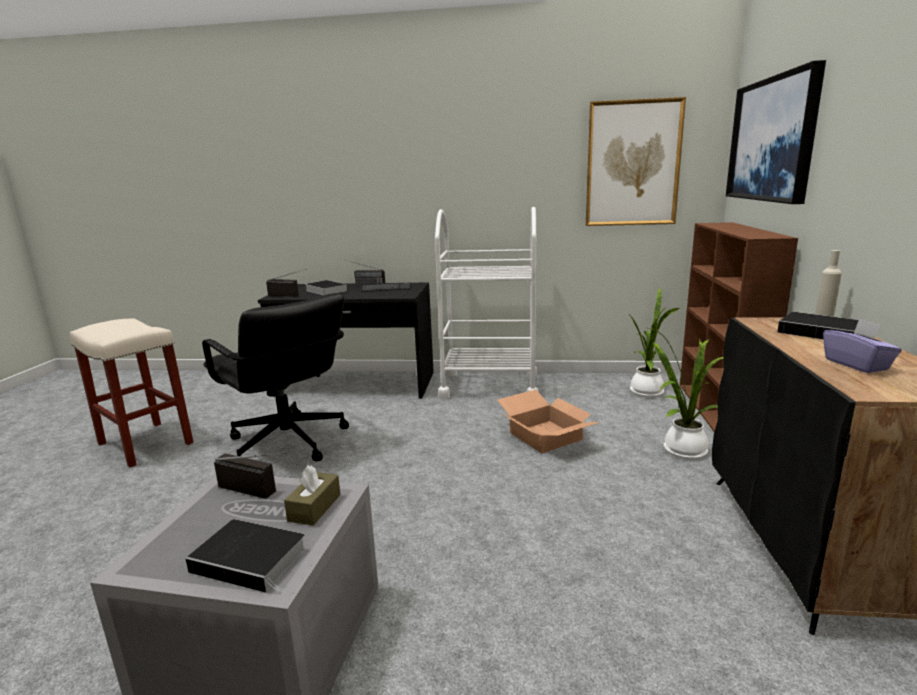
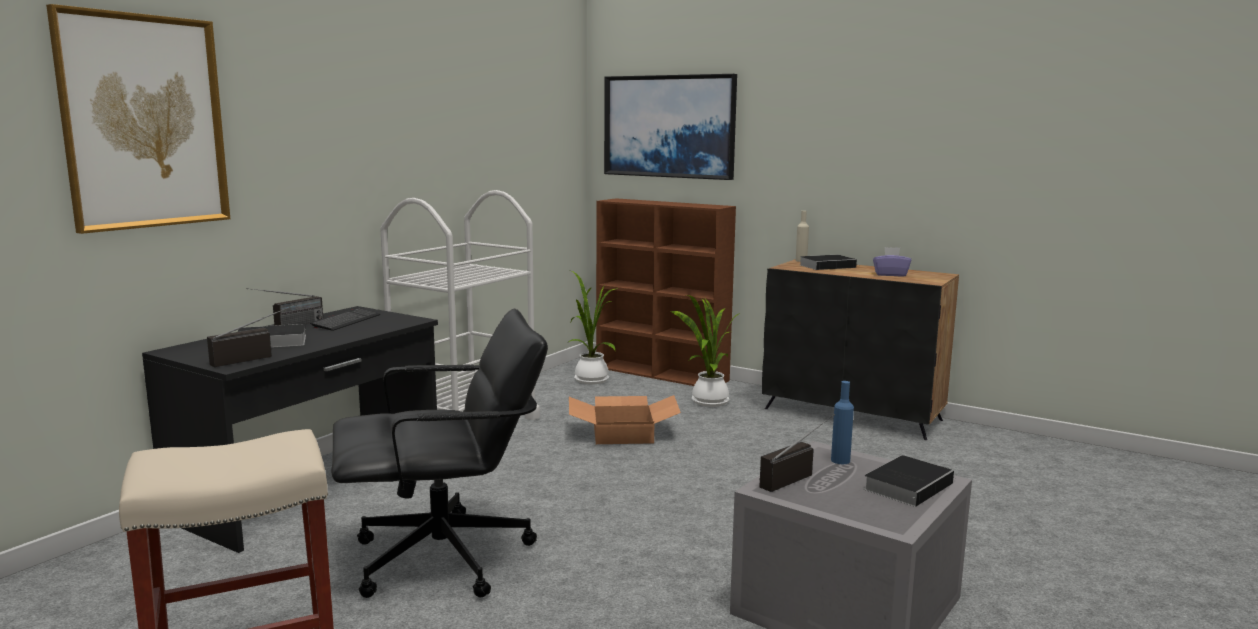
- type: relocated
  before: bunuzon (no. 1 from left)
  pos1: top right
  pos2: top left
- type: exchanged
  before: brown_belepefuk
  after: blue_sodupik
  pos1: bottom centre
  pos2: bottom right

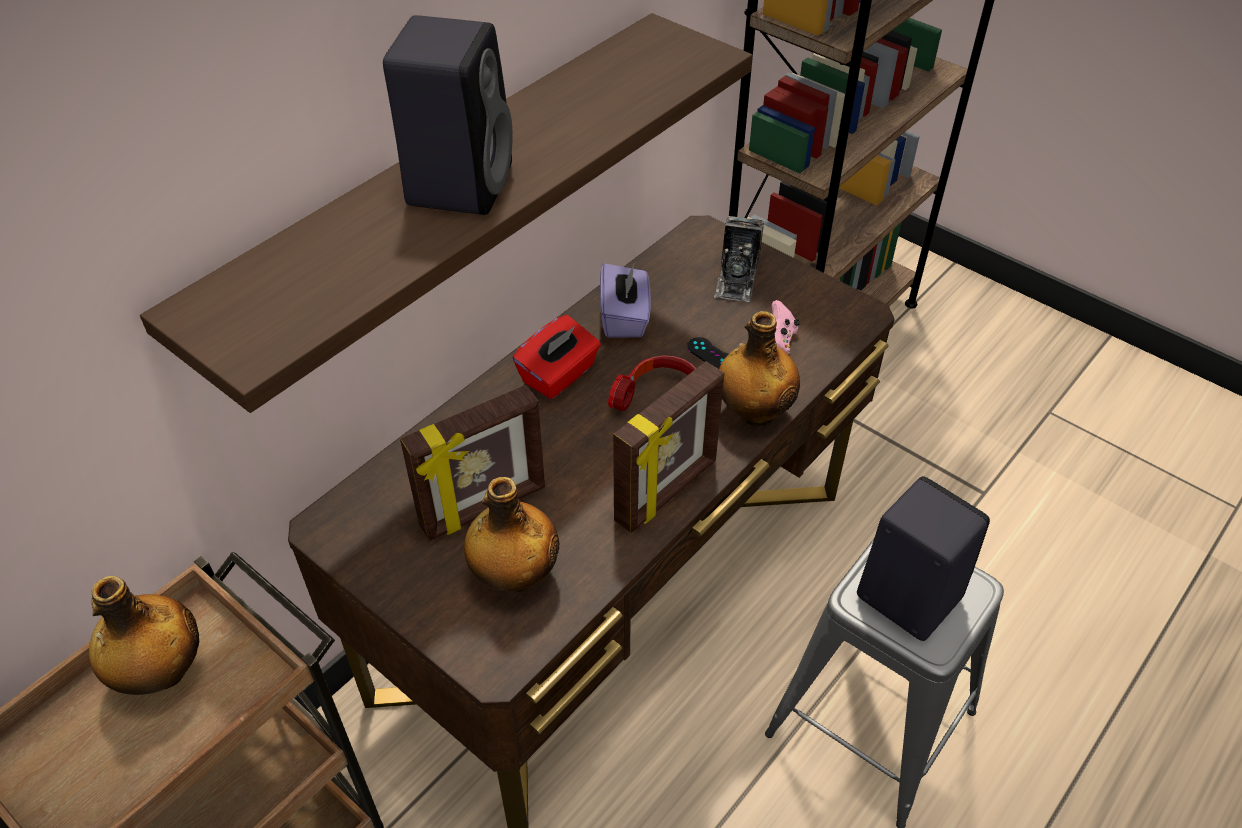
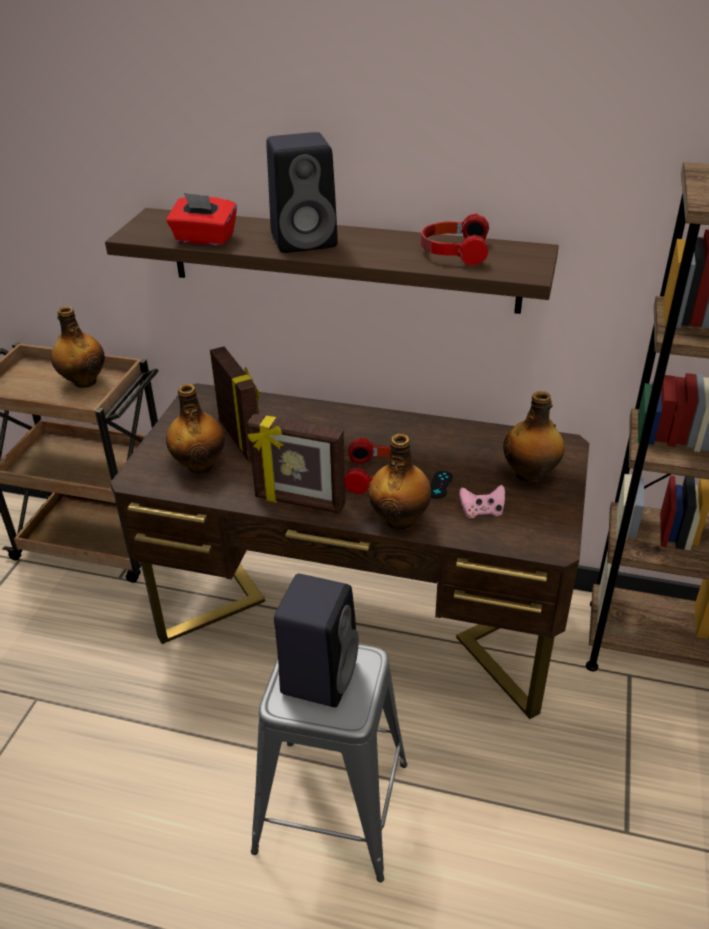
- type: relocated
  before: red_belepefuk
  pos1: centre
  pos2: top left
- type: spun
  before: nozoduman (no. 1 from left)
  pos1: centre
  pos2: middle left
  turn: -150
- type: appeared
  after: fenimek (no. 2 from left)
  pos2: top centre
- type: exchanged
  before: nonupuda
  after: sodupik (no. 4 from left)
  pos1: top centre
  pos2: middle right
- type: missing
  before: purple_belepefuk
  pos1: centre

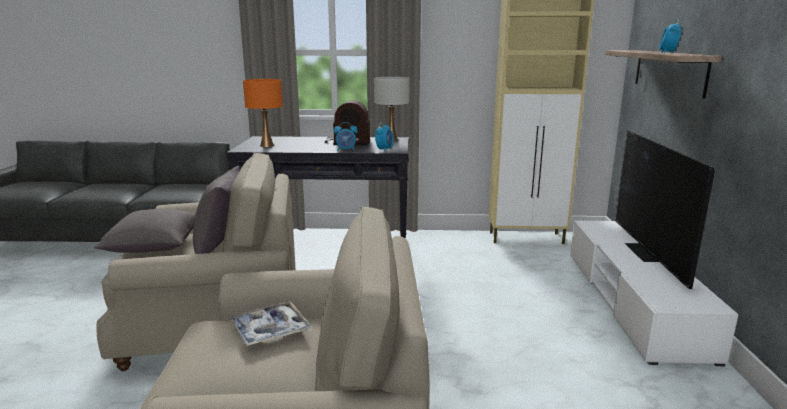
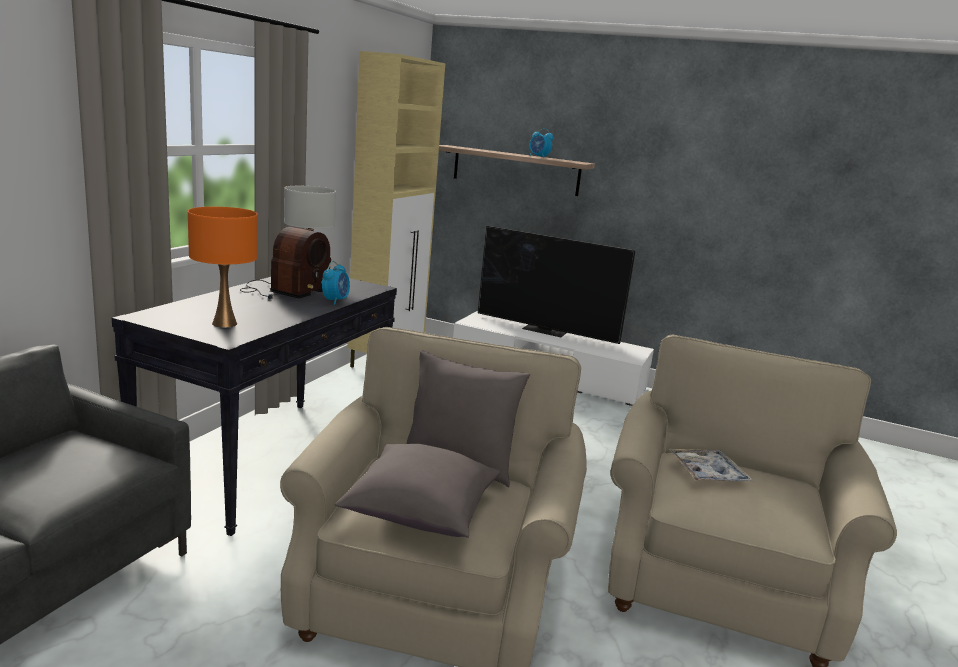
- type: missing
  before: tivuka (no. 2 from left)
  pos1: centre

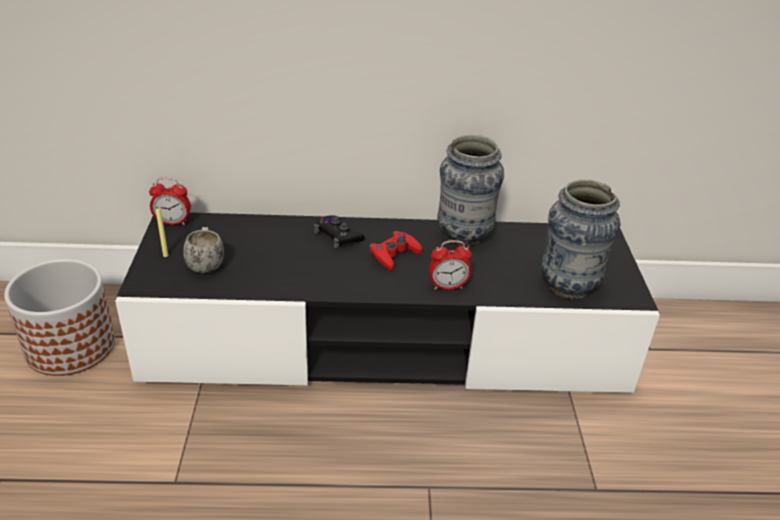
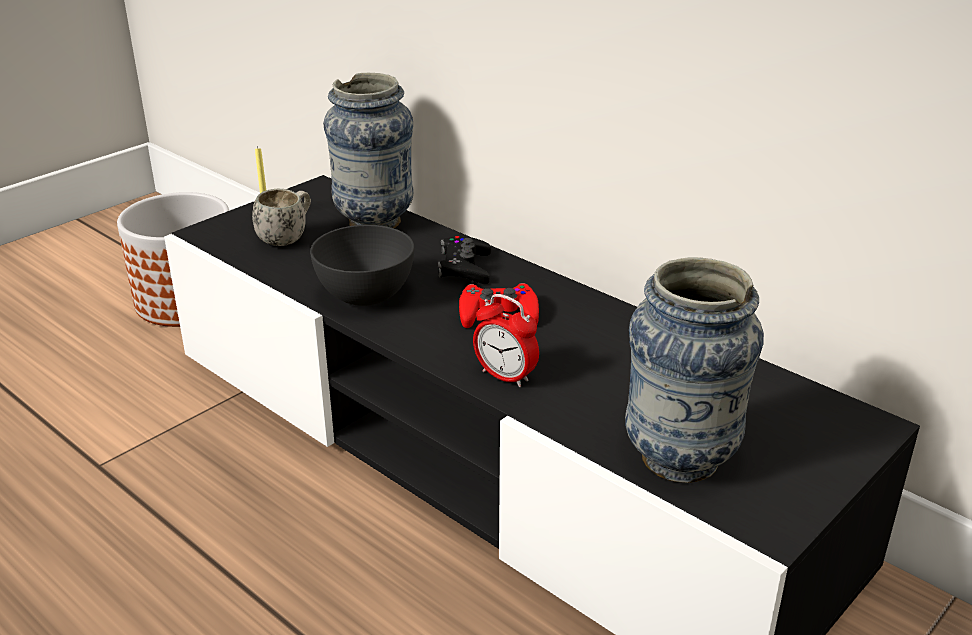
- type: appeared
  after: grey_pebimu
  pos2: centre
- type: relocated
  before: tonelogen (no. 1 from left)
  pos1: centre
  pos2: top centre
- type: missing
  before: tivuka (no. 1 from left)
  pos1: middle left

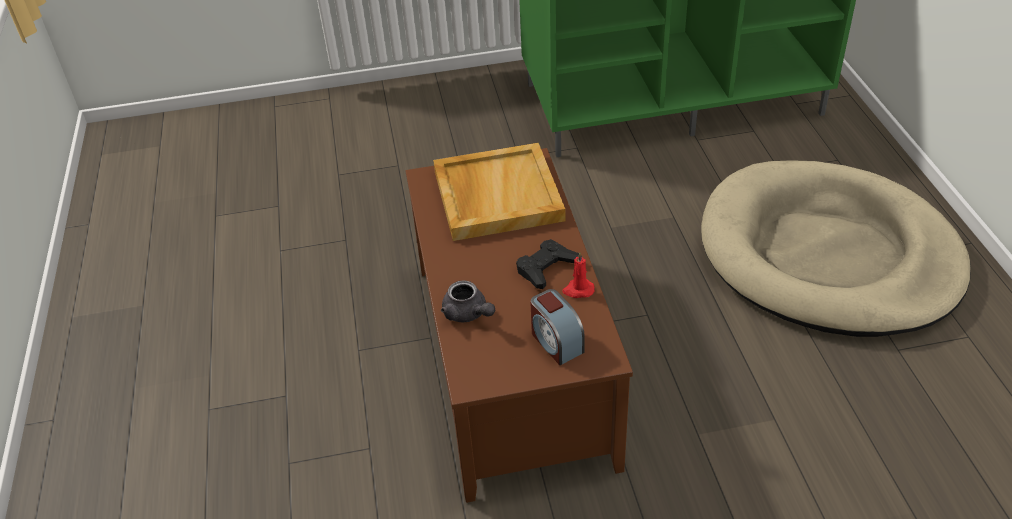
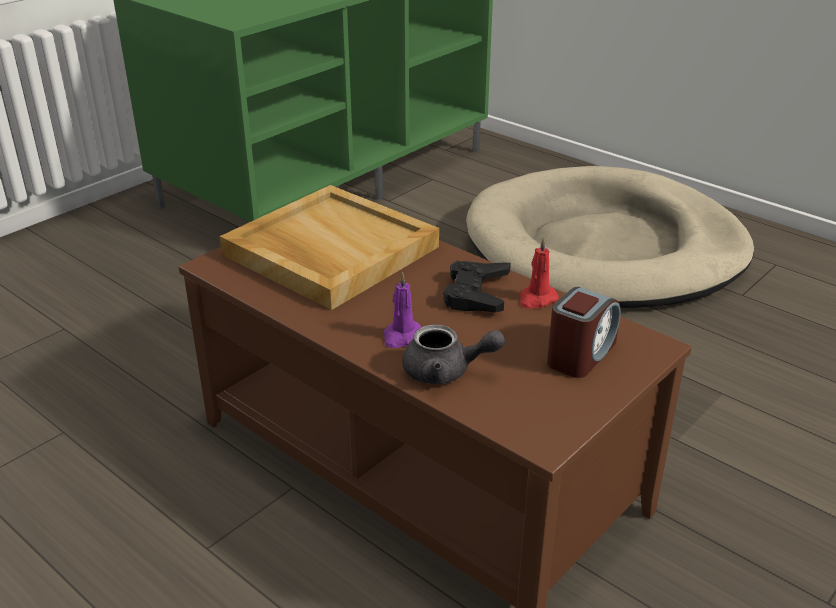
- type: appeared
  after: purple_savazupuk
  pos2: centre
- type: spun
  before: tivuka
  pos1: centre
  pos2: middle right
  turn: -75

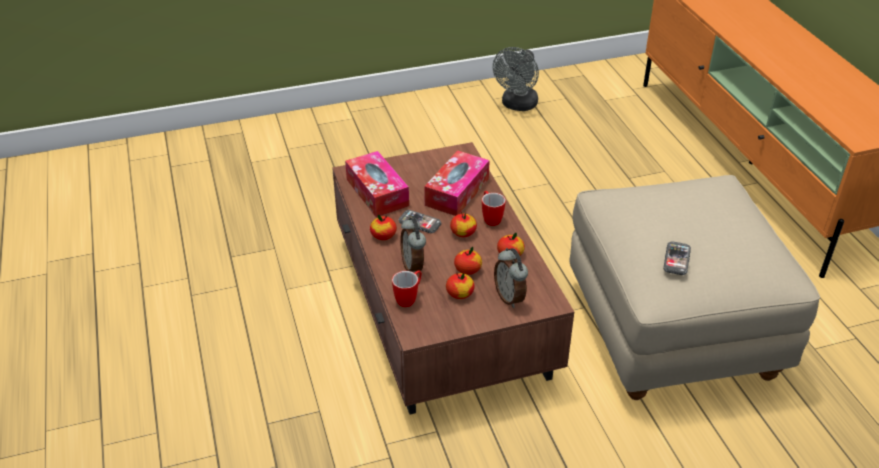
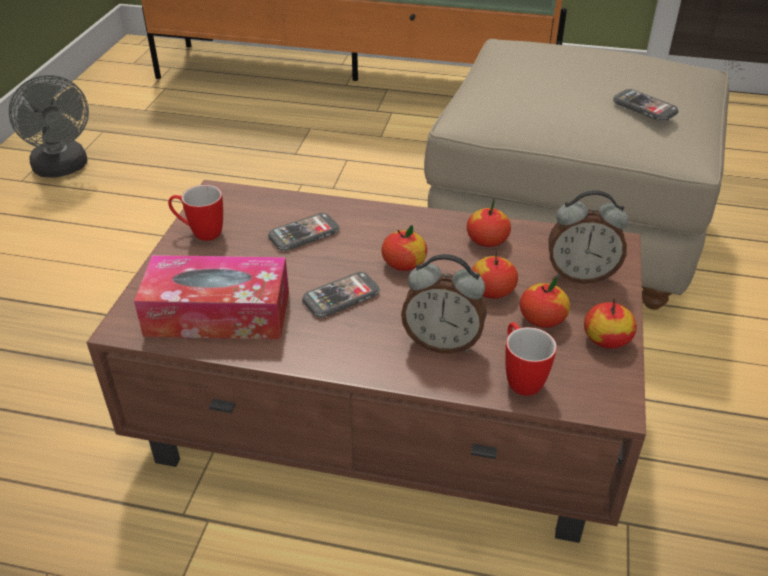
- type: relocated
  before: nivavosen (no. 2 from left in the first image)
  after: nivavosen (no. 1 from left)
  pos1: centre
  pos2: middle left
- type: exchanged
  before: belepefuk (no. 2 from left)
  after: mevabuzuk (no. 1 from left)
  pos1: centre
  pos2: centre
- type: relocated
  before: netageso (no. 1 from left in the first image)
  after: netageso (no. 5 from left)
  pos1: centre
  pos2: middle right

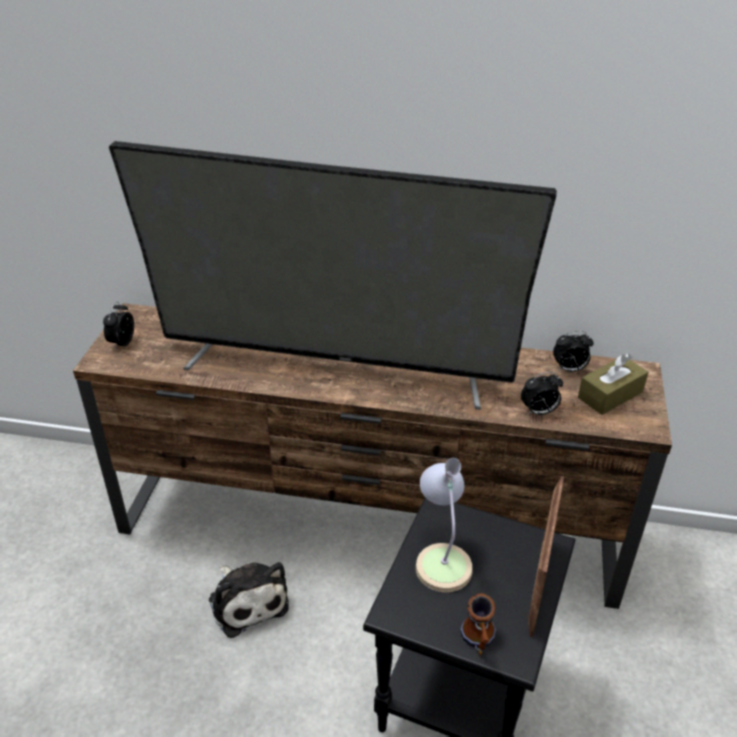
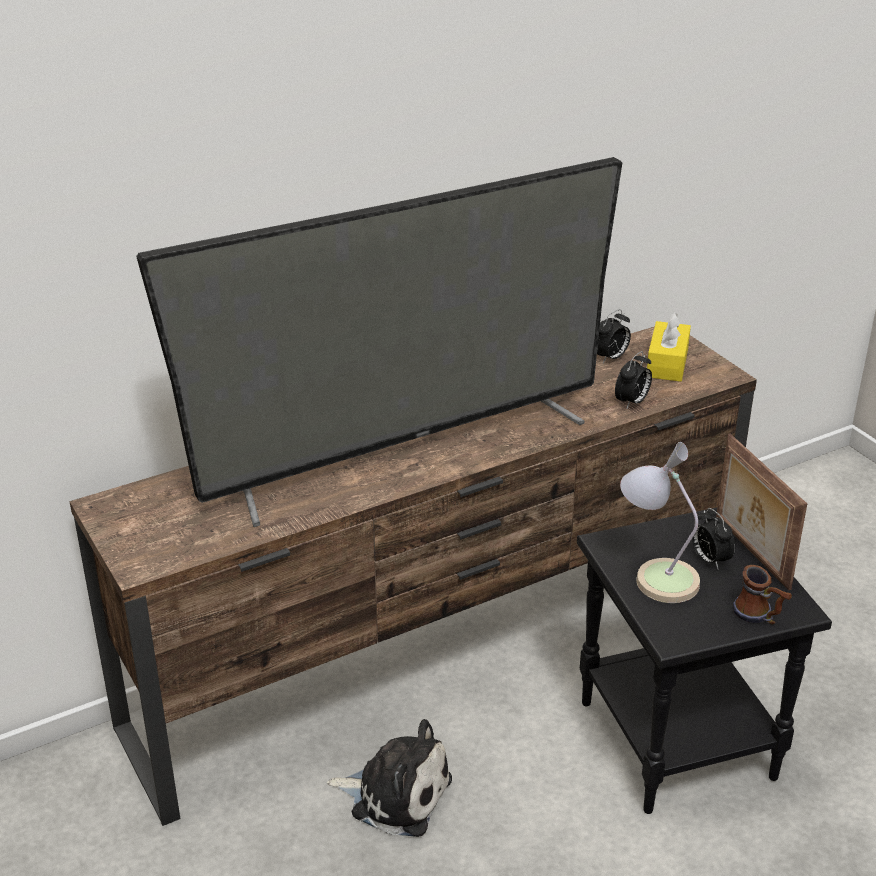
- type: colour
  before: brown_belepefuk
  after: yellow_belepefuk
  pos1: middle right
  pos2: middle right
- type: relocated
  before: tivuka (no. 1 from left in the first image)
  after: tivuka (no. 3 from left)
  pos1: middle left
  pos2: middle right

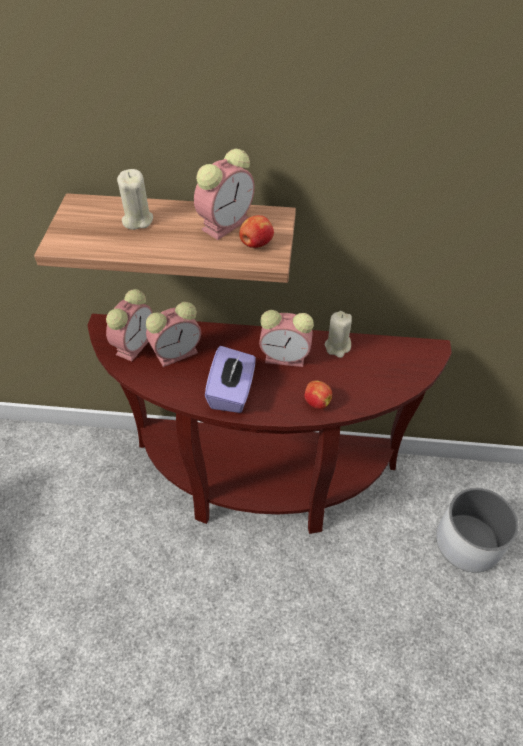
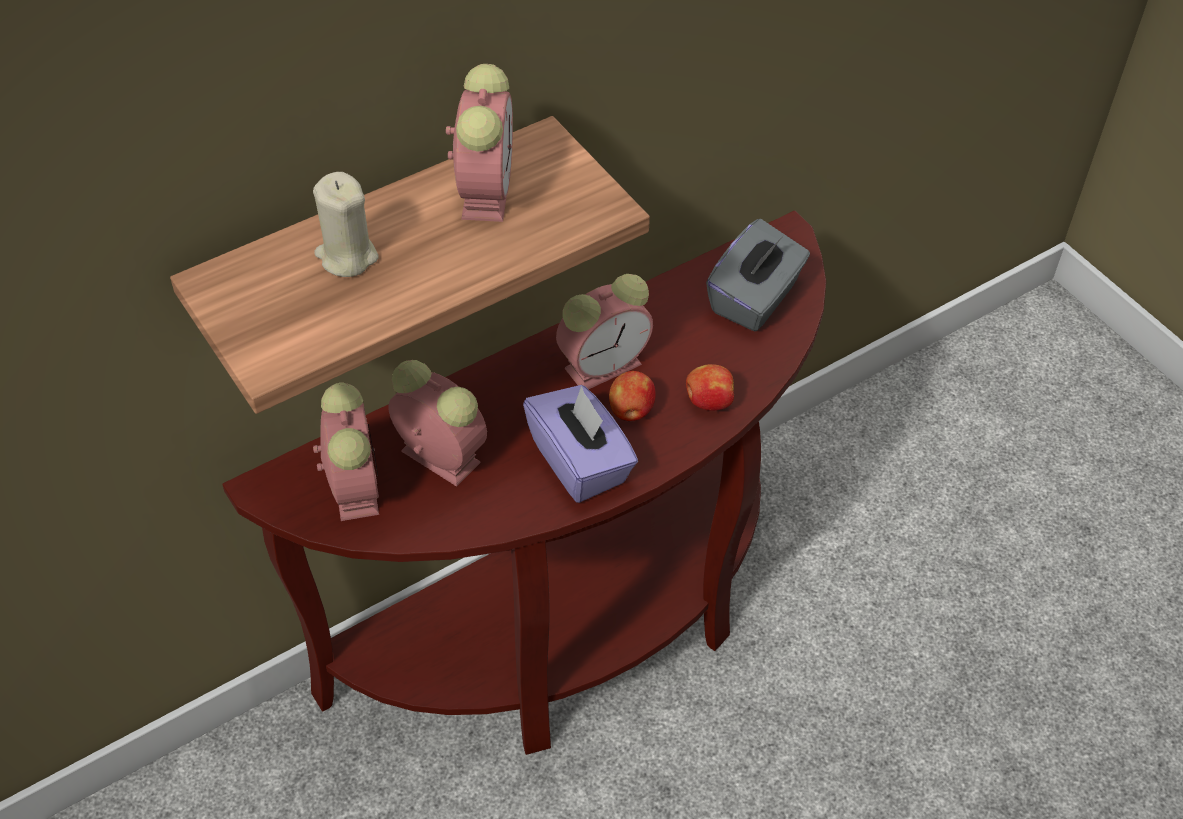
- type: spun
  before: tivuka (no. 2 from left)
  pos1: middle left
  pos2: centre
  turn: -75
- type: relocated
  before: netageso (no. 1 from left)
  pos1: top centre
  pos2: centre
- type: appeared
  after: grey_belepefuk
  pos2: centre
- type: missing
  before: beige_savazupuk (no. 2 from left)
  pos1: centre
- type: missing
  before: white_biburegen
  pos1: bottom right

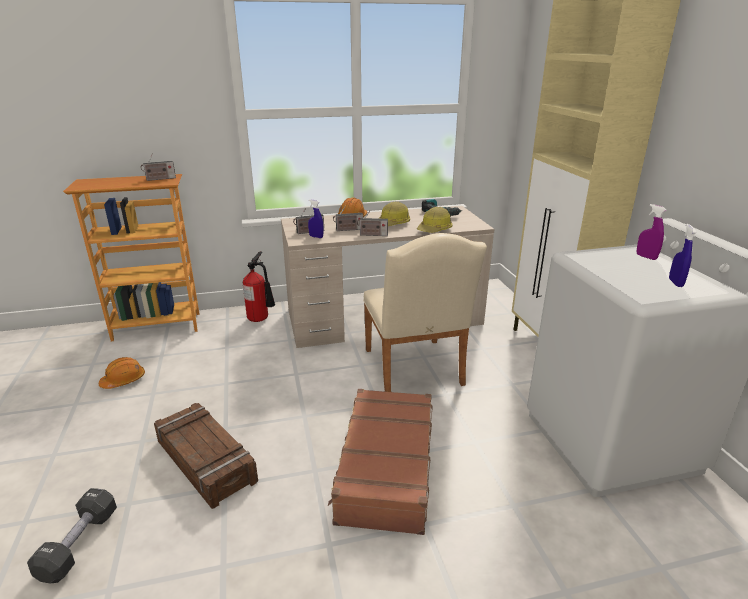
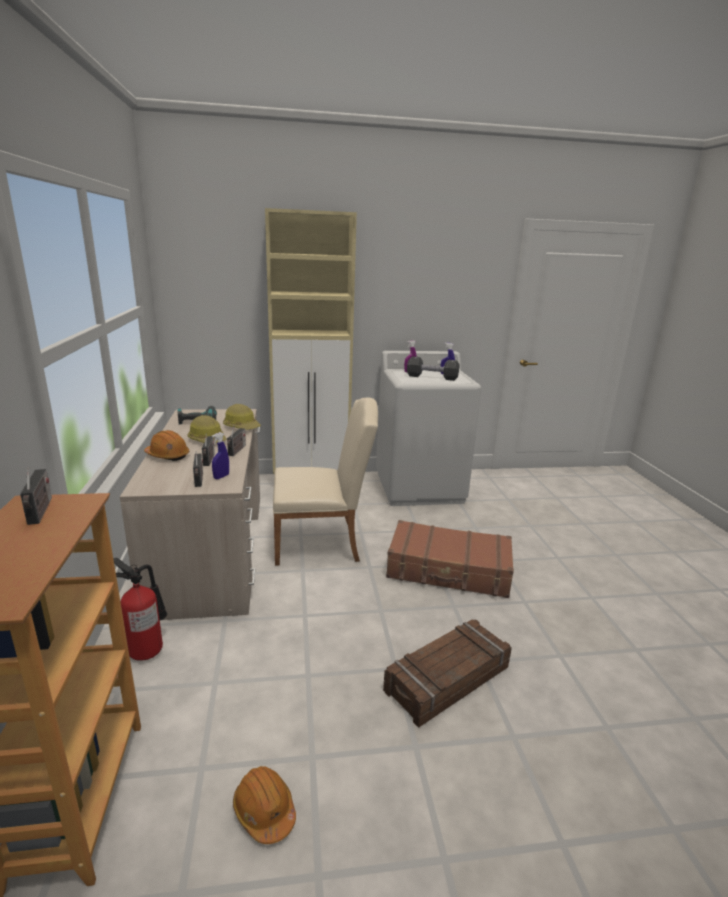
- type: relocated
  before: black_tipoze
  pos1: bottom left
  pos2: centre

